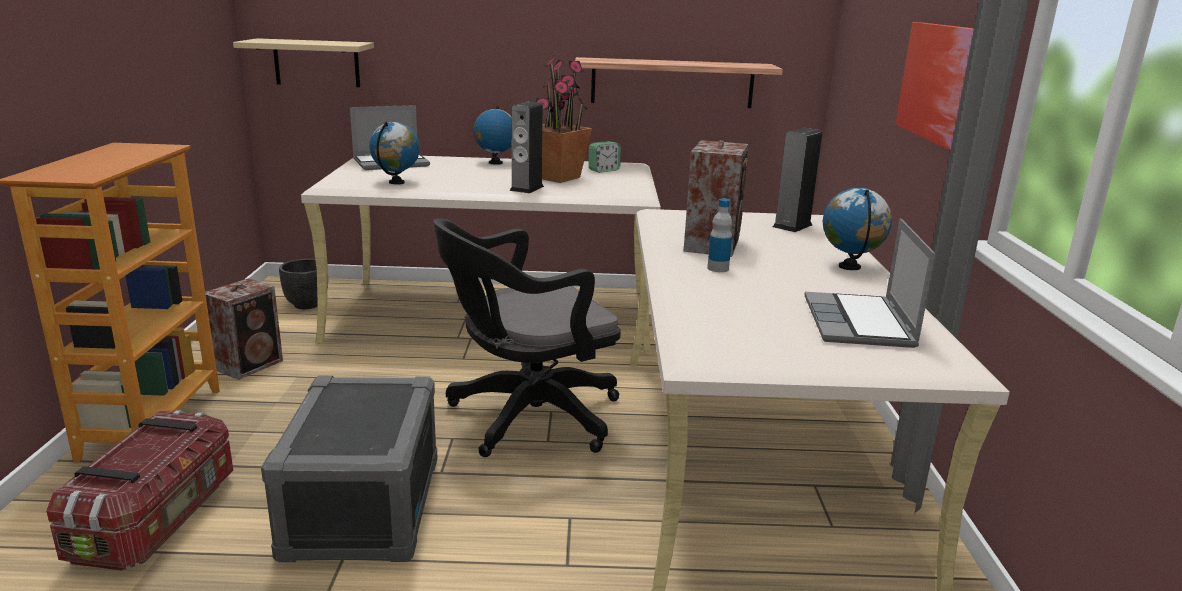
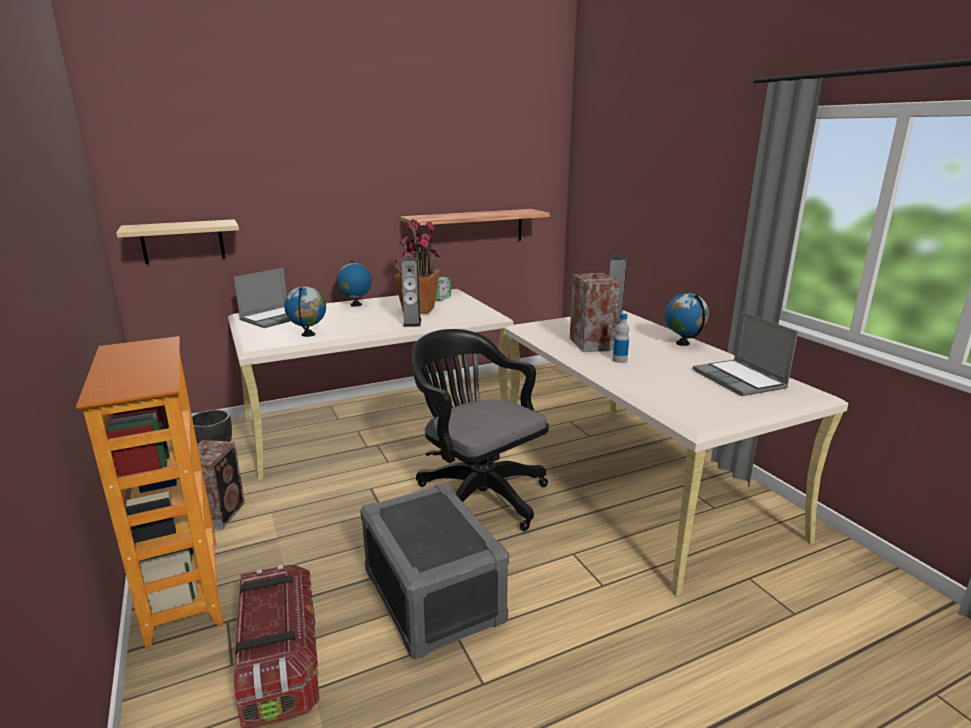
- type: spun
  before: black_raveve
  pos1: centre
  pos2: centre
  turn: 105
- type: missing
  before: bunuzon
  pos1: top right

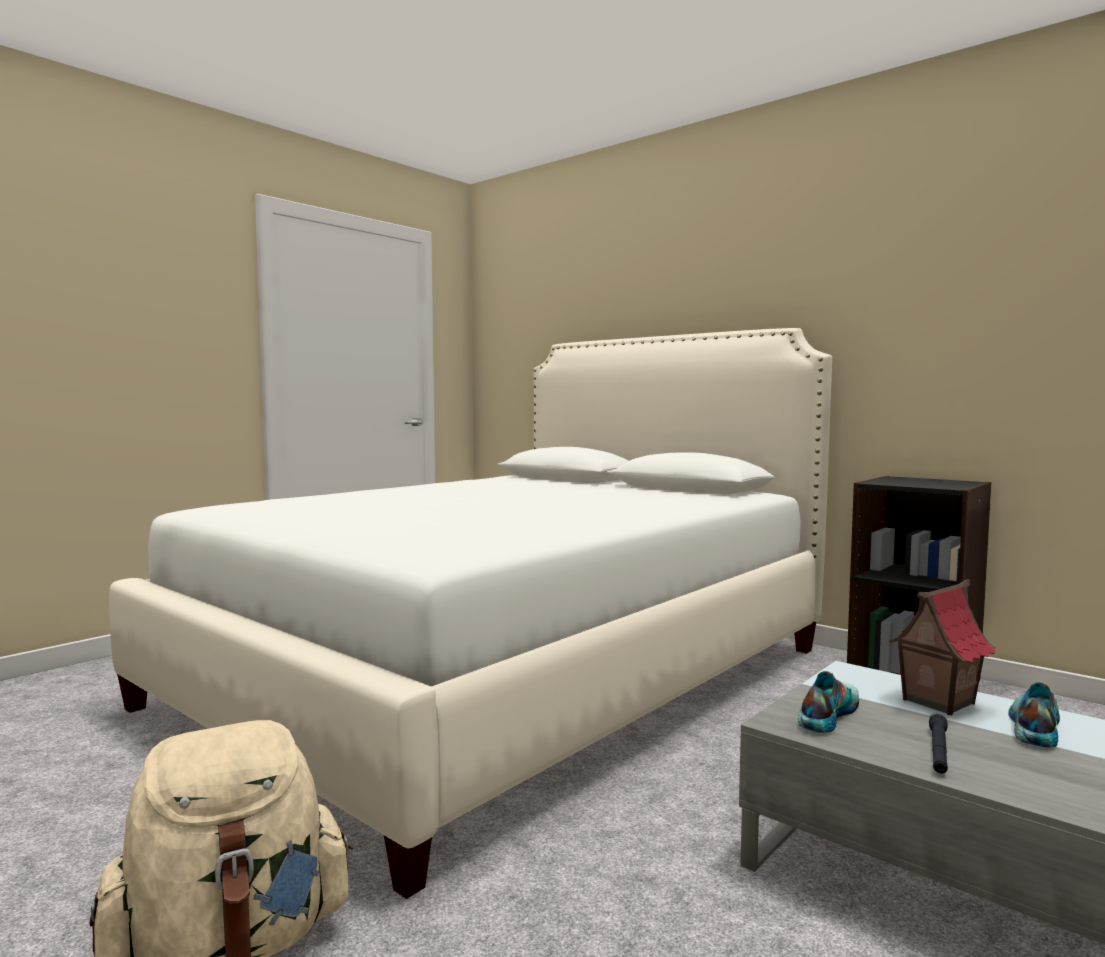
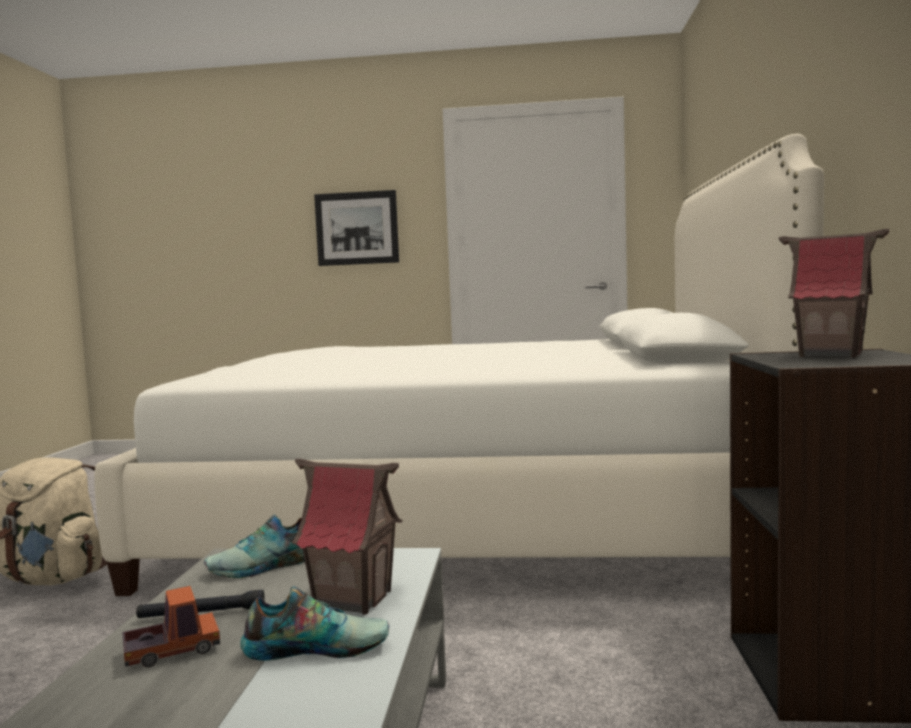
- type: appeared
  after: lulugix
  pos2: bottom left
- type: spun
  before: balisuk (no. 1 from left)
  pos1: bottom right
  pos2: bottom left
  turn: 150
- type: appeared
  after: bunuzon
  pos2: top centre
- type: appeared
  after: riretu (no. 2 from left)
  pos2: middle right

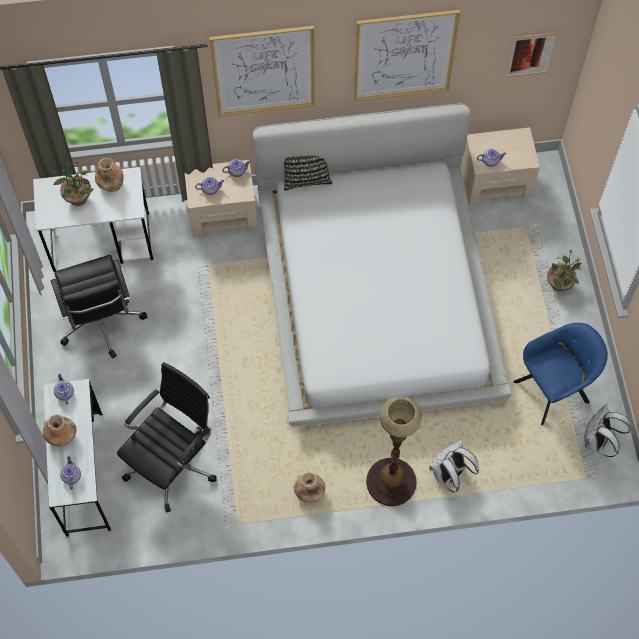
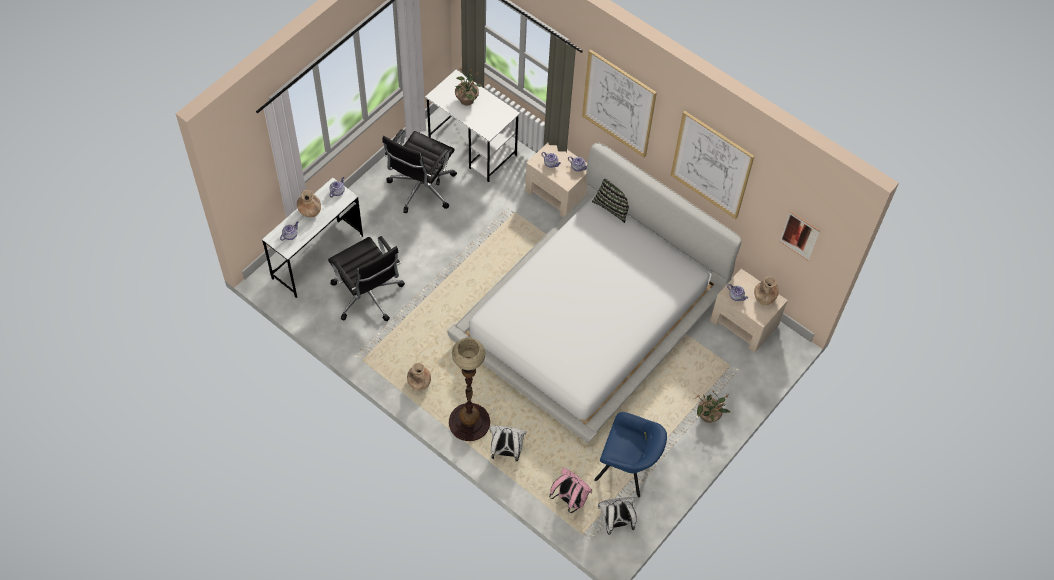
- type: spun
  before: black_raveve (no. 2 from left in the first image)
  pos1: bottom left
  pos2: centre
  turn: 60
- type: appeared
  after: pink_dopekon
  pos2: bottom centre
- type: relocated
  before: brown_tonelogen (no. 2 from left in the first image)
  after: brown_tonelogen (no. 3 from left)
  pos1: top left
  pos2: middle right

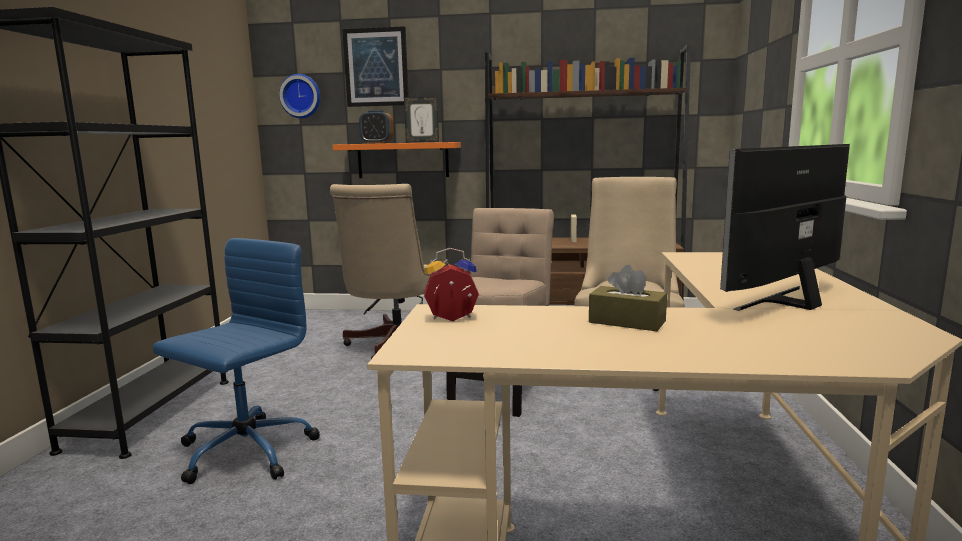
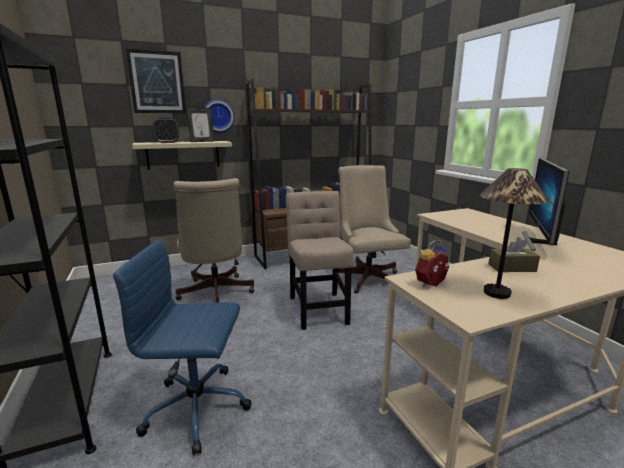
- type: spun
  before: blue_raveve
  pos1: bottom left
  pos2: bottom left
  turn: -90
- type: colour
  before: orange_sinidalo
  after: beige_sinidalo
  pos1: top centre
  pos2: top left
- type: relocated
  before: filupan
  pos1: top left
  pos2: top centre
- type: appeared
  after: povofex
  pos2: middle right

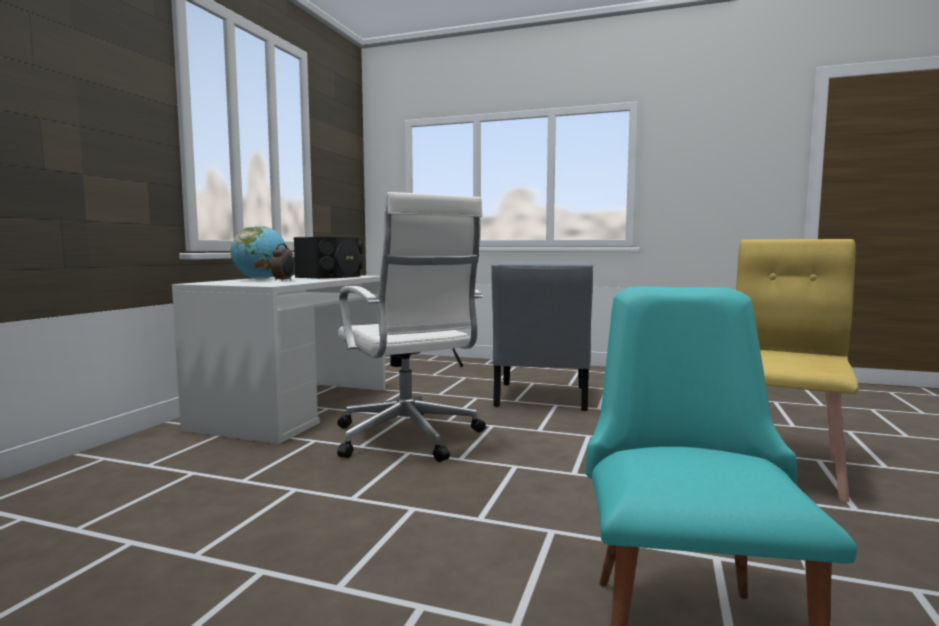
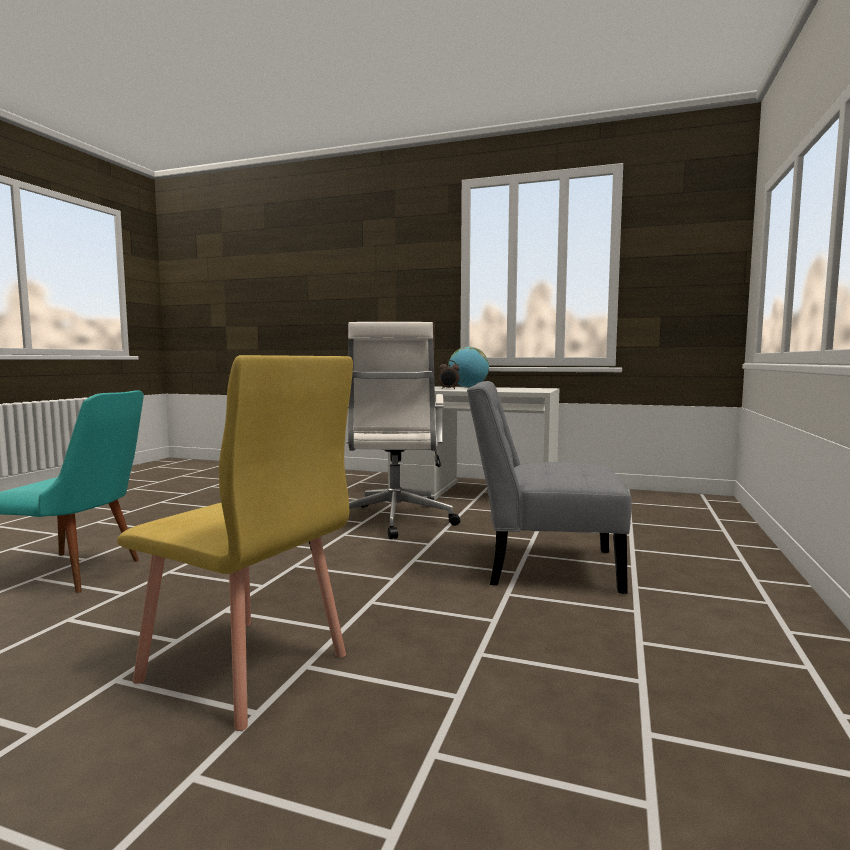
- type: spun
  before: white_raveve
  pos1: centre
  pos2: centre
  turn: -60
- type: missing
  before: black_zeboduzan
  pos1: centre

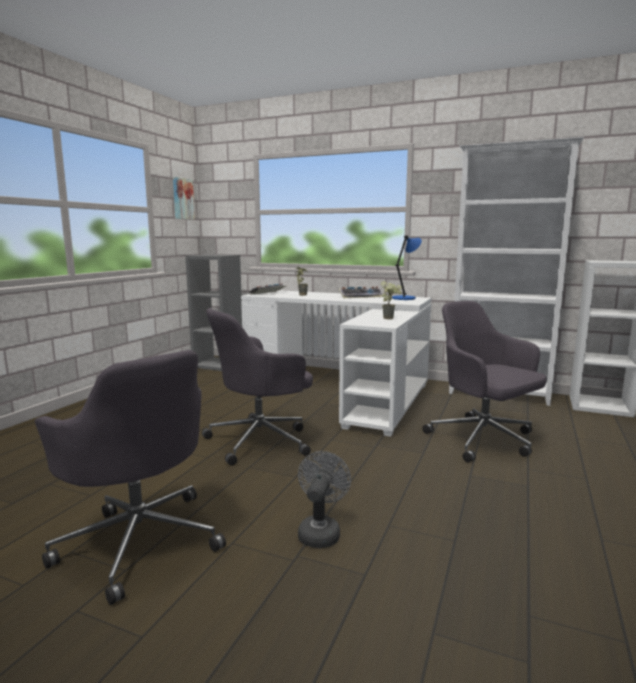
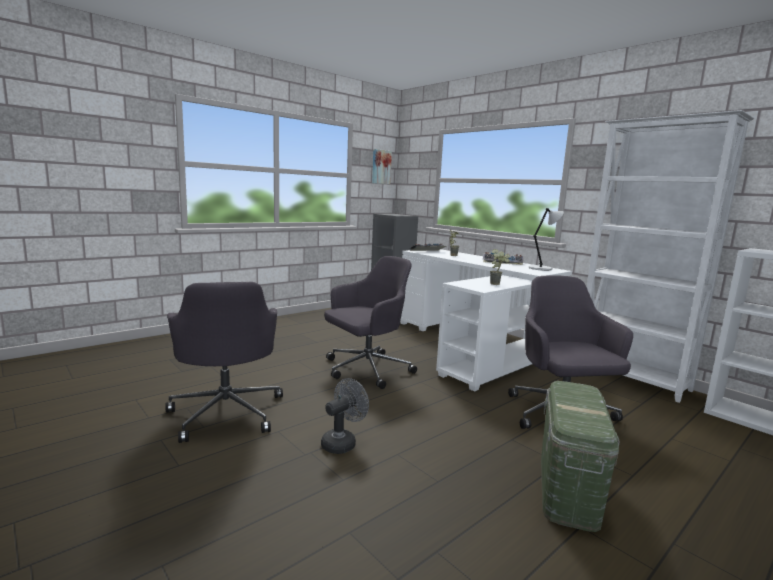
- type: spun
  before: grey_raveve (no. 2 from left)
  pos1: centre
  pos2: centre
  turn: 150
- type: colour
  before: blue_povofex
  after: grey_povofex
  pos1: centre
  pos2: middle right
- type: appeared
  after: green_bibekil
  pos2: bottom right

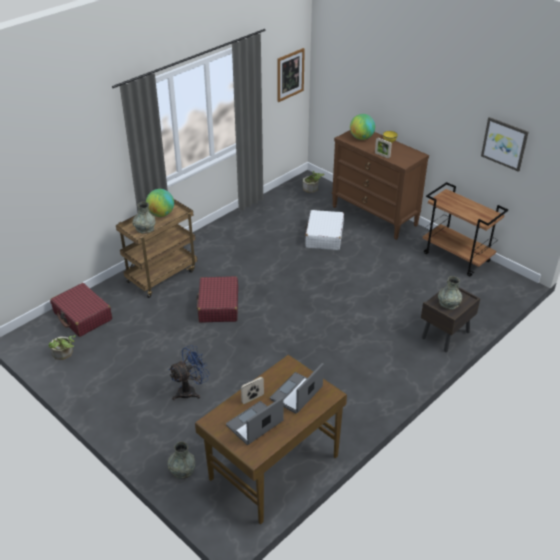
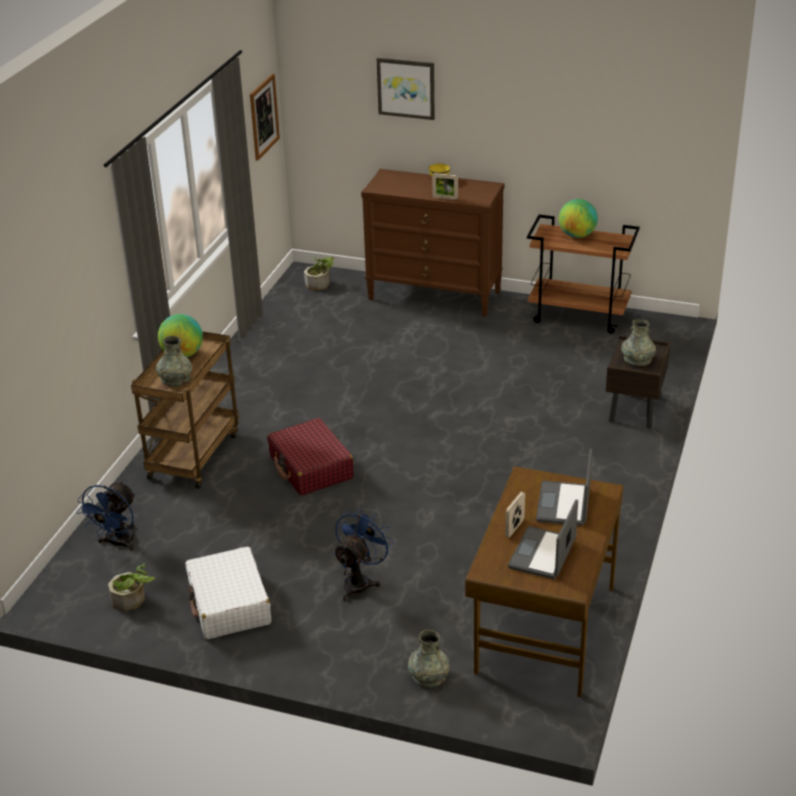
- type: exchanged
  before: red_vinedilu (no. 1 from left)
  after: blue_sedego (no. 1 from left)
  pos1: middle left
  pos2: middle left
- type: relocated
  before: white_vinedilu
  pos1: centre
  pos2: bottom left
- type: relocated
  before: bunuzon (no. 2 from left)
  pos1: top right
  pos2: top centre
- type: relocated
  before: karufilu (no. 2 from left)
  pos1: top centre
  pos2: top right

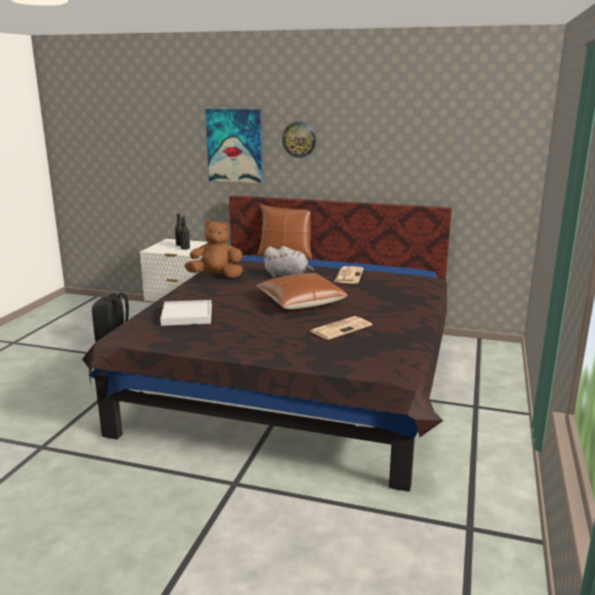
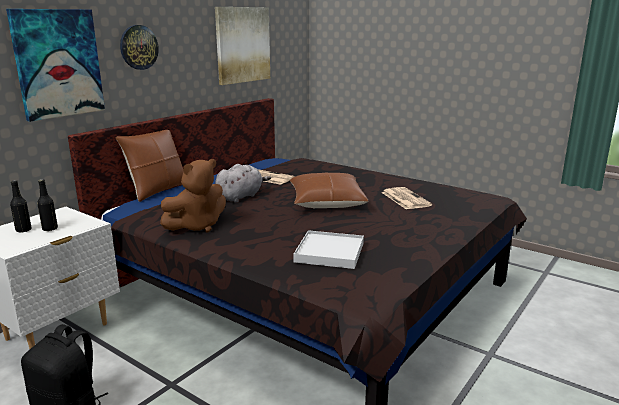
- type: spun
  before: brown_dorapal
  pos1: centre
  pos2: middle left
  turn: -150
- type: appeared
  after: bunuzon (no. 2 from left)
  pos2: top centre

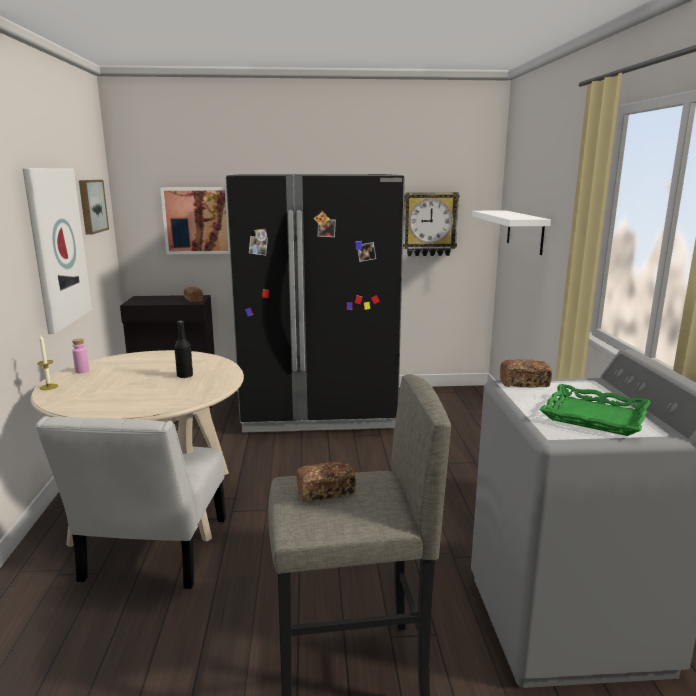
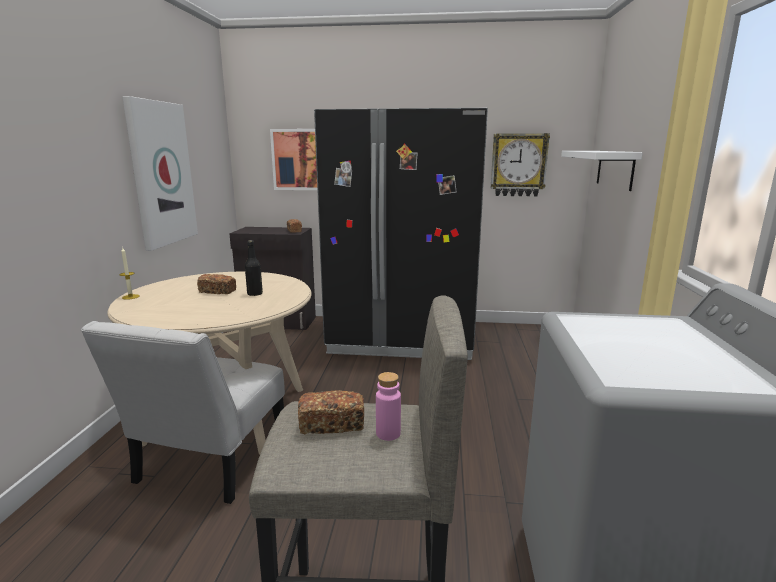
- type: relocated
  before: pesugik (no. 3 from left in the first image)
  after: pesugik (no. 1 from left)
  pos1: middle right
  pos2: middle left
- type: relocated
  before: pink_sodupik
  pos1: middle left
  pos2: bottom centre
- type: missing
  before: bunuzon (no. 2 from left)
  pos1: top left
- type: missing
  before: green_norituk
  pos1: middle right

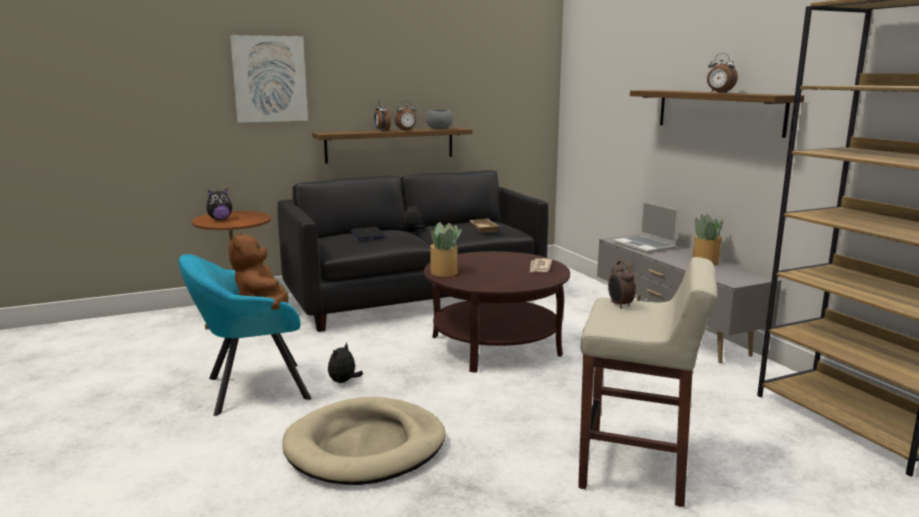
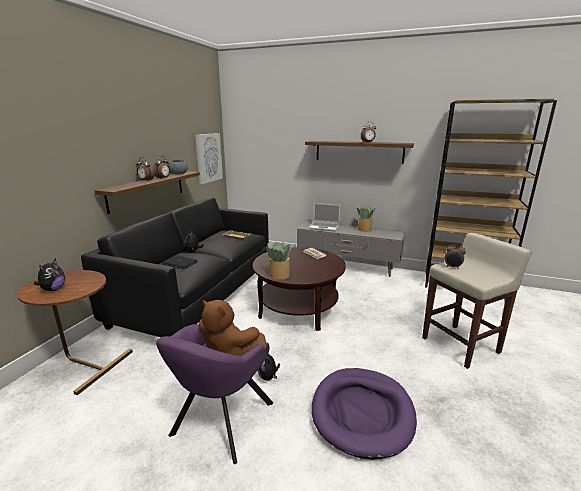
- type: colour
  before: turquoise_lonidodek
  after: purple_lonidodek
  pos1: middle left
  pos2: bottom centre
- type: relocated
  before: bunuzon
  pos1: top left
  pos2: top centre
- type: colour
  before: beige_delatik
  after: purple_delatik
  pos1: bottom centre
  pos2: bottom centre

